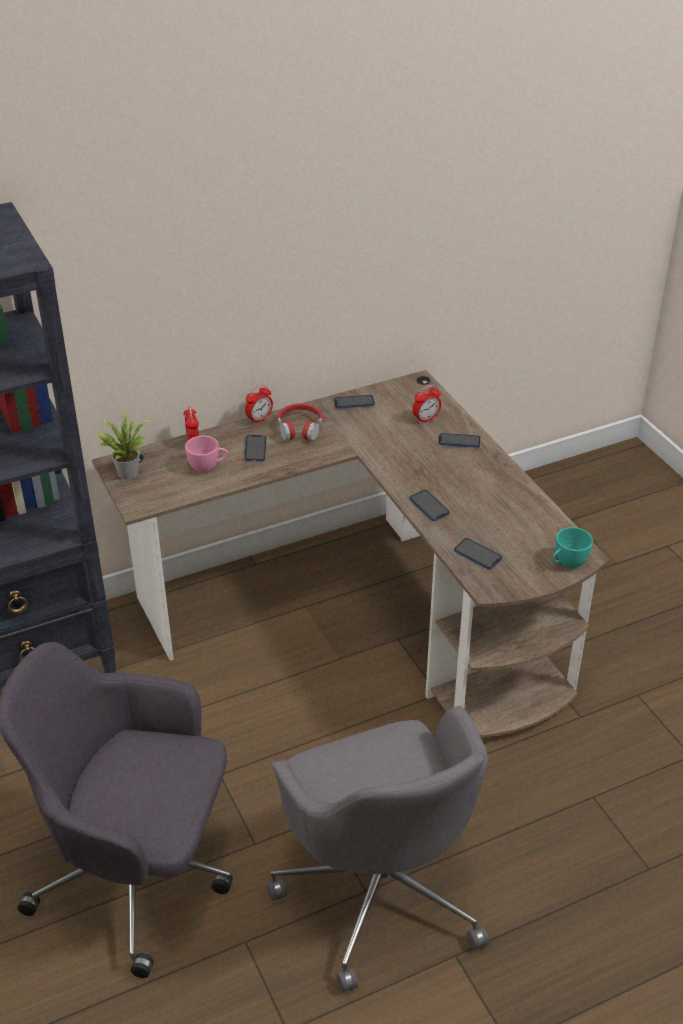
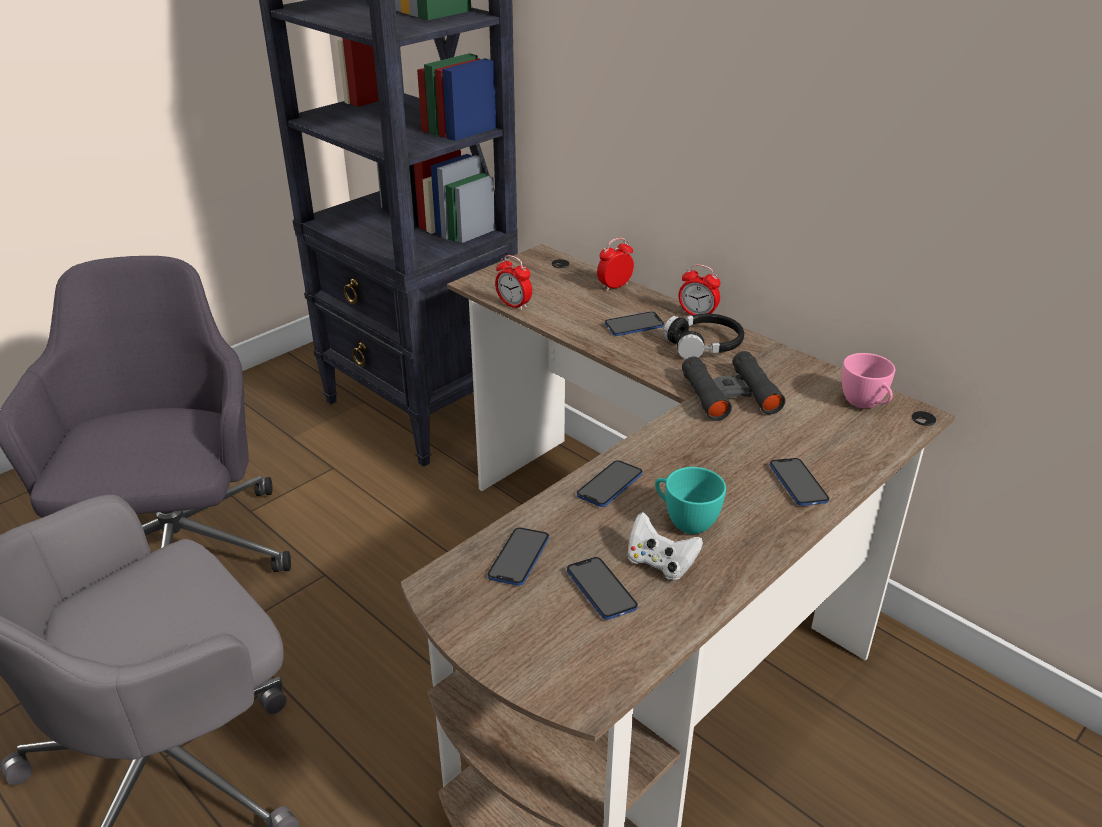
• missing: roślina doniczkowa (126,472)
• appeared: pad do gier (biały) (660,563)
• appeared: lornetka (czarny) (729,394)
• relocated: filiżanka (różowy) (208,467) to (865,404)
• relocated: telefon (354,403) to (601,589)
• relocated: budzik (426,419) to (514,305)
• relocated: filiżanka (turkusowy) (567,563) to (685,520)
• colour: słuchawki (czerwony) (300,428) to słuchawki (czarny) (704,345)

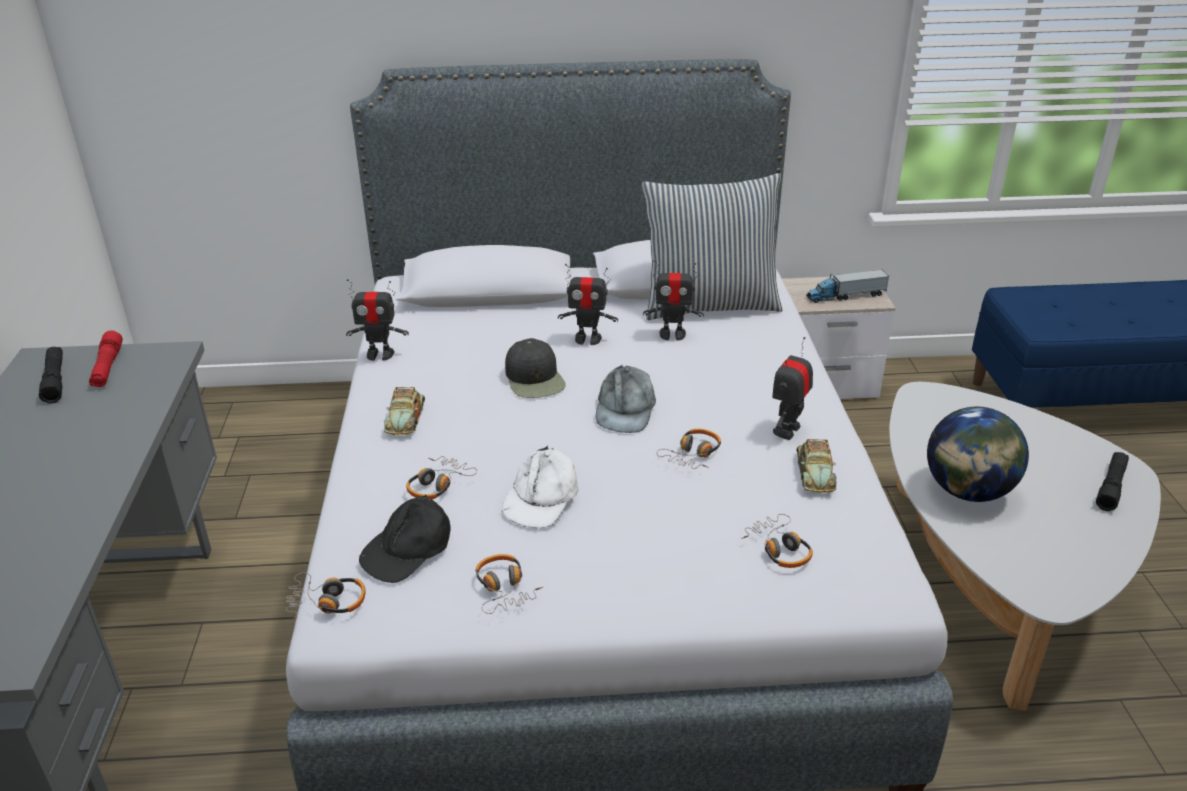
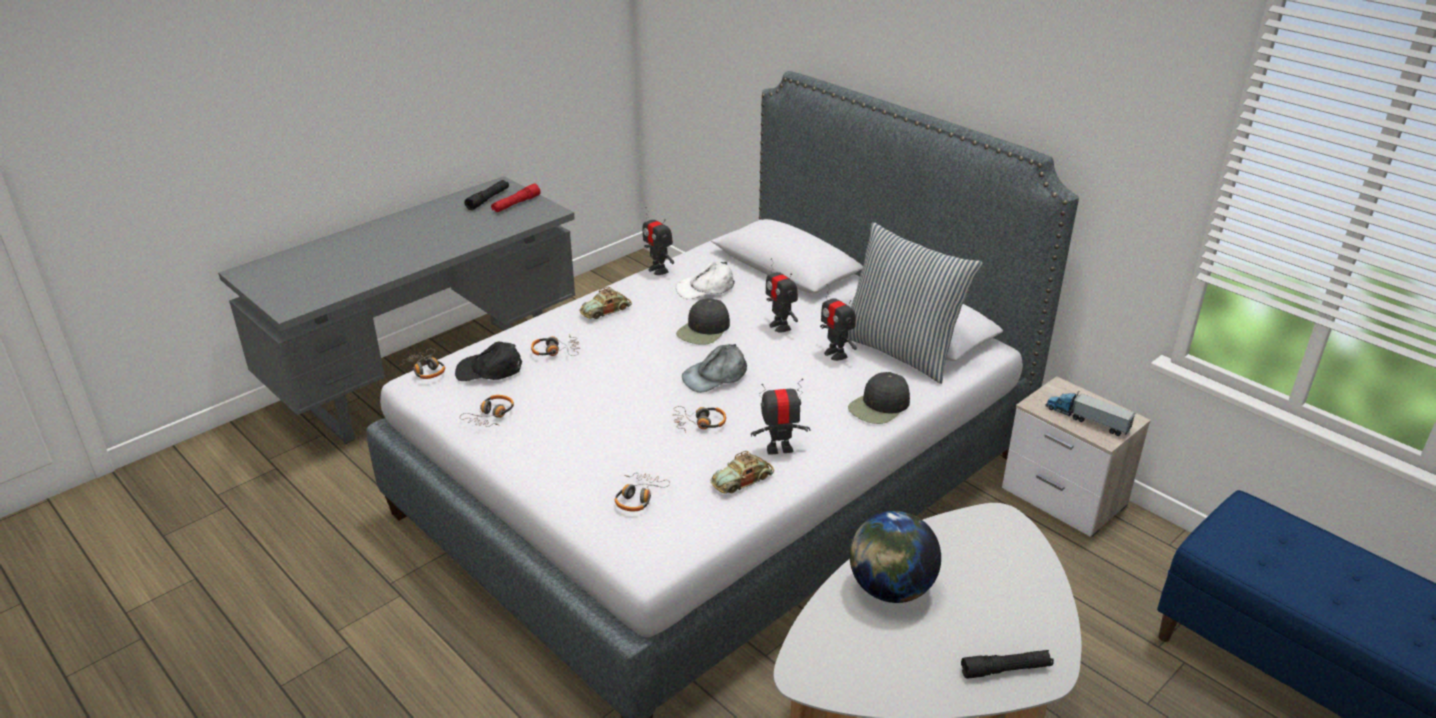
• appeared: czapka z daszkiem (czarny) (879,406)
• relocated: czapka z daszkiem (biały) (541,497) to (705,288)

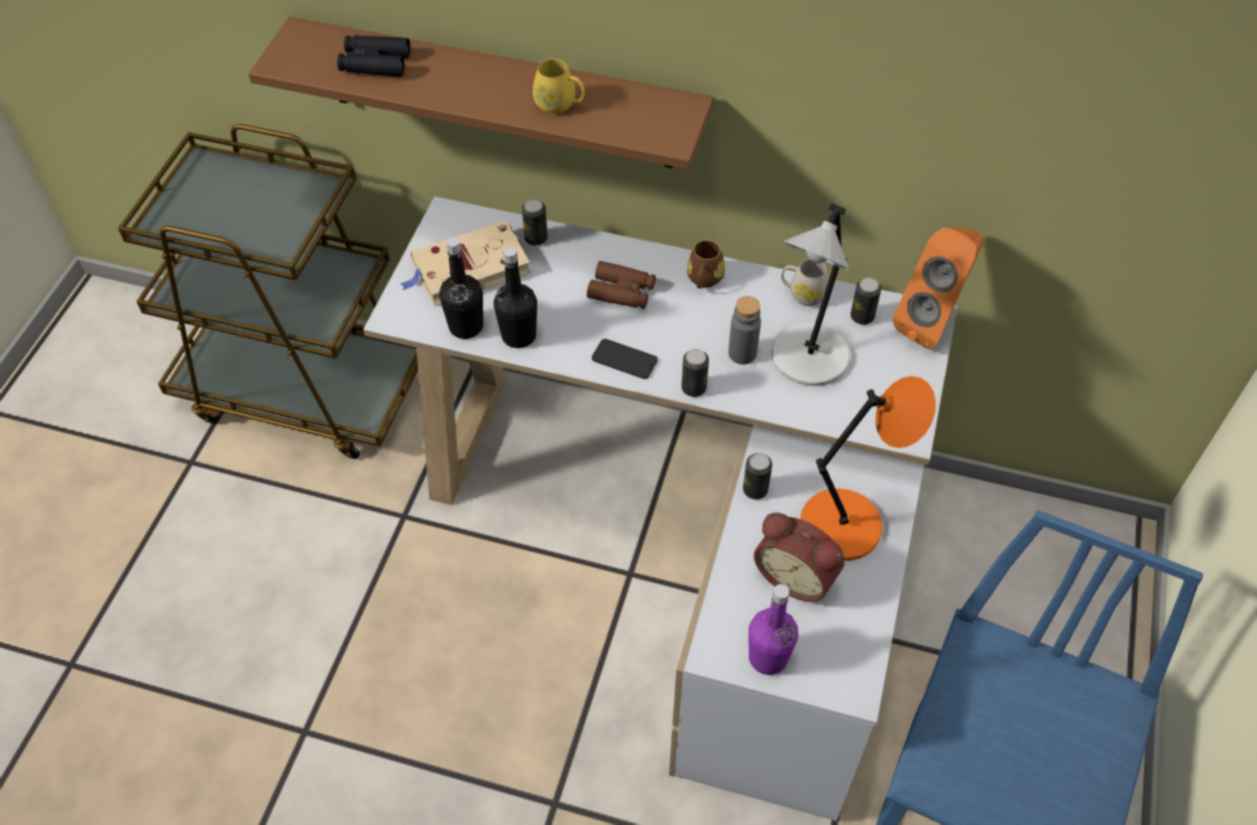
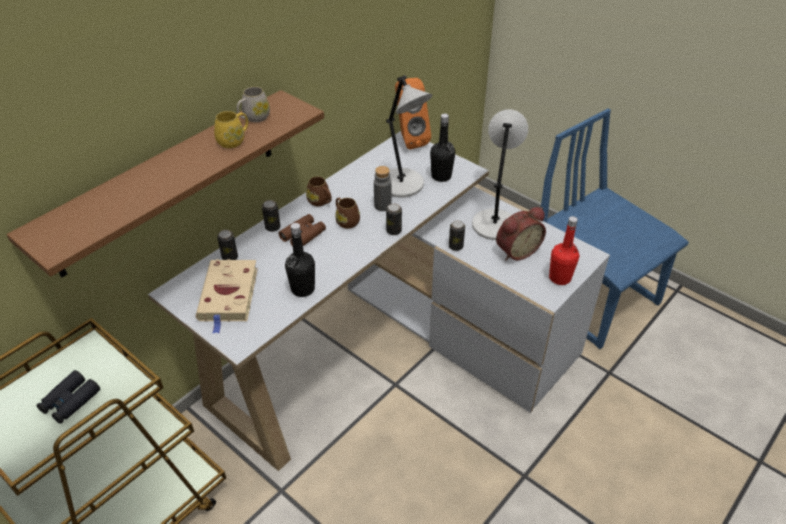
• missing: telefon (624,359)
• appeared: kubek (brązowy) (346,221)
• relocated: lornetka (czarny) (375,63) to (70,401)
• relocated: butelka (czarny) (466,326) to (441,176)
• relocated: kubek (biały) (803,294) to (253,118)
• relocated: puszka (862,316) to (272,227)
• colour: butelka (fioletowy) (768,658) to butelka (czerwony) (560,278)
• colour: lampa stołowa (pomarańczowy) (845,524) to lampa stołowa (szary) (494,223)

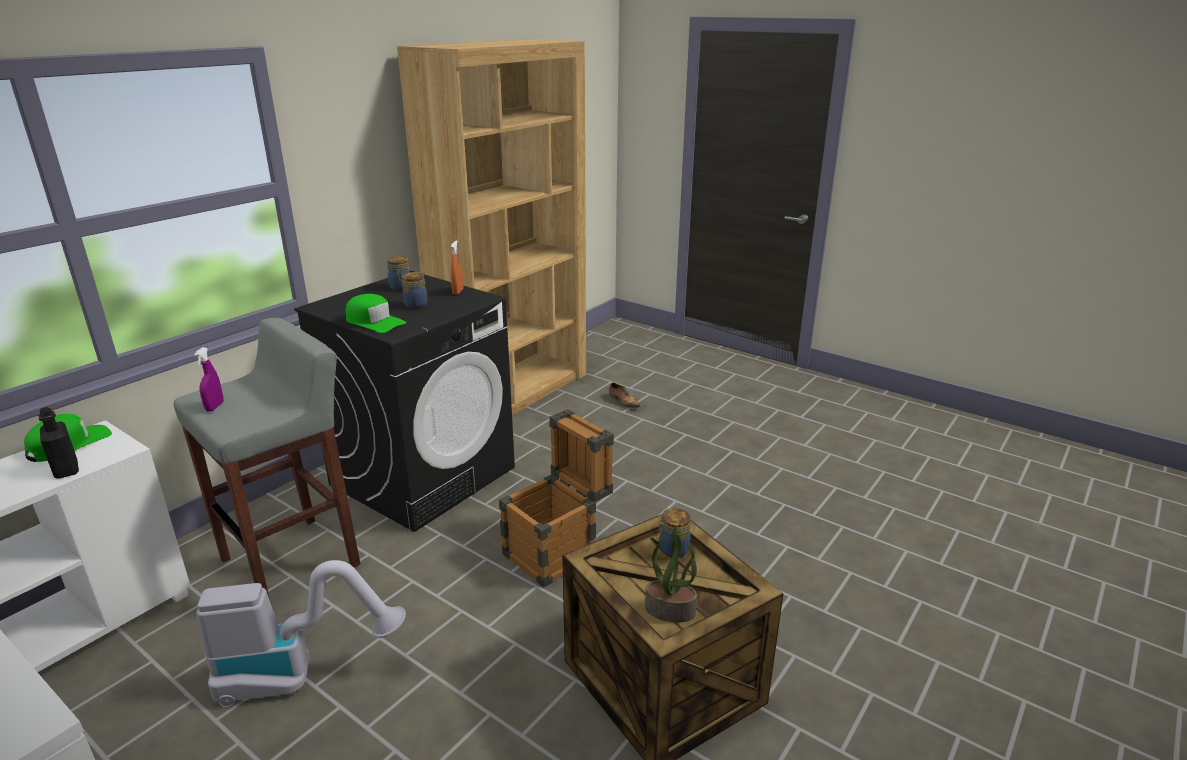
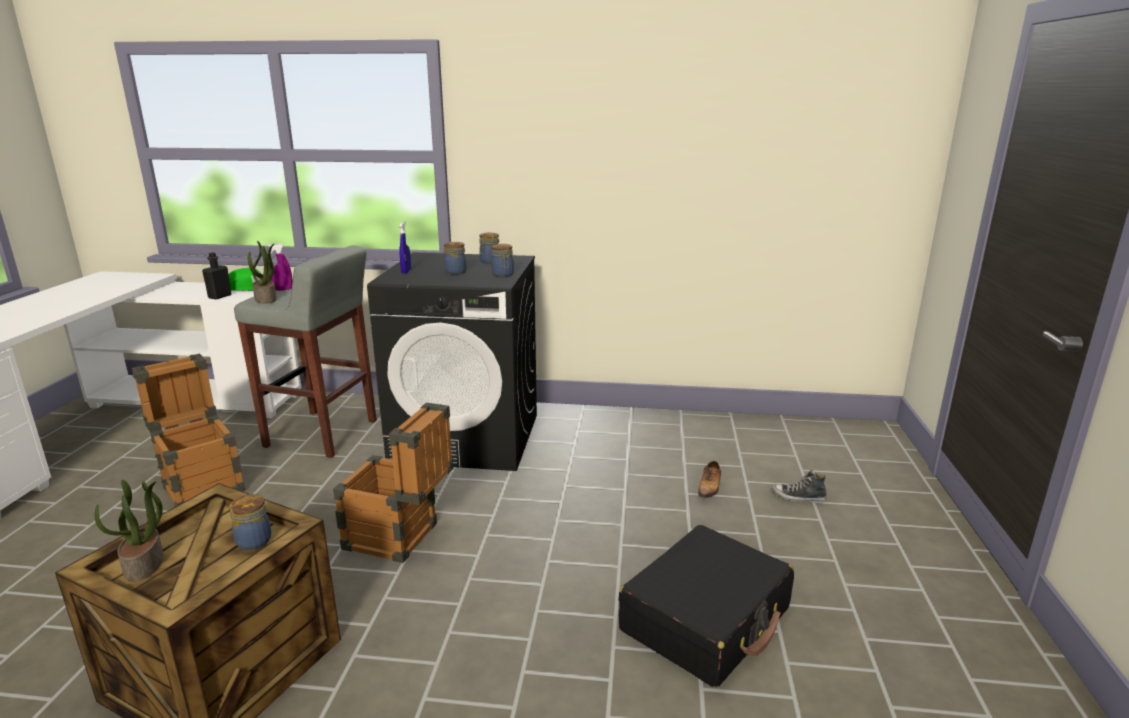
• missing: regał (brązowy) (514,392)
• appeared: roślina doniczkowa (266,299)
• appeared: walizka (czarny) (706,619)
• appeared: but (798,497)
• exchanged: odkurzacz (299,675) to skrzynka (201,484)
• exchanged: czapka z daszkiem (zielony) (374,322) to spryskiwacz (niebieski) (406,271)
• exchanged: spryskiwacz (pomarańczowy) (458,291) to słoik (503,275)

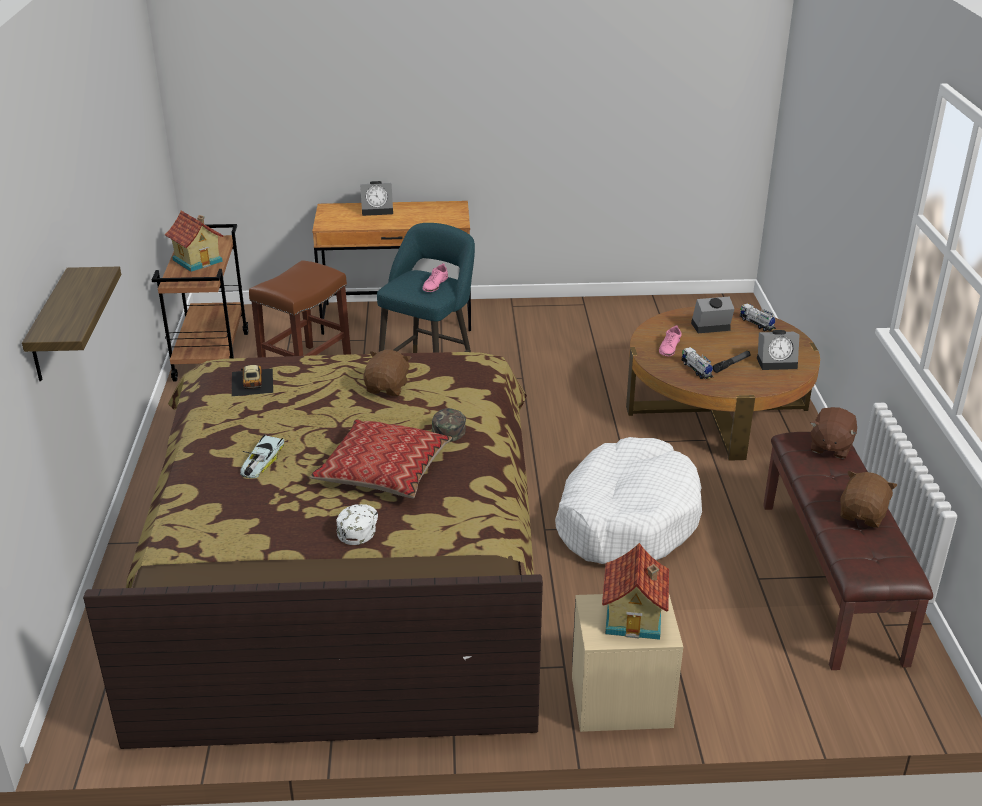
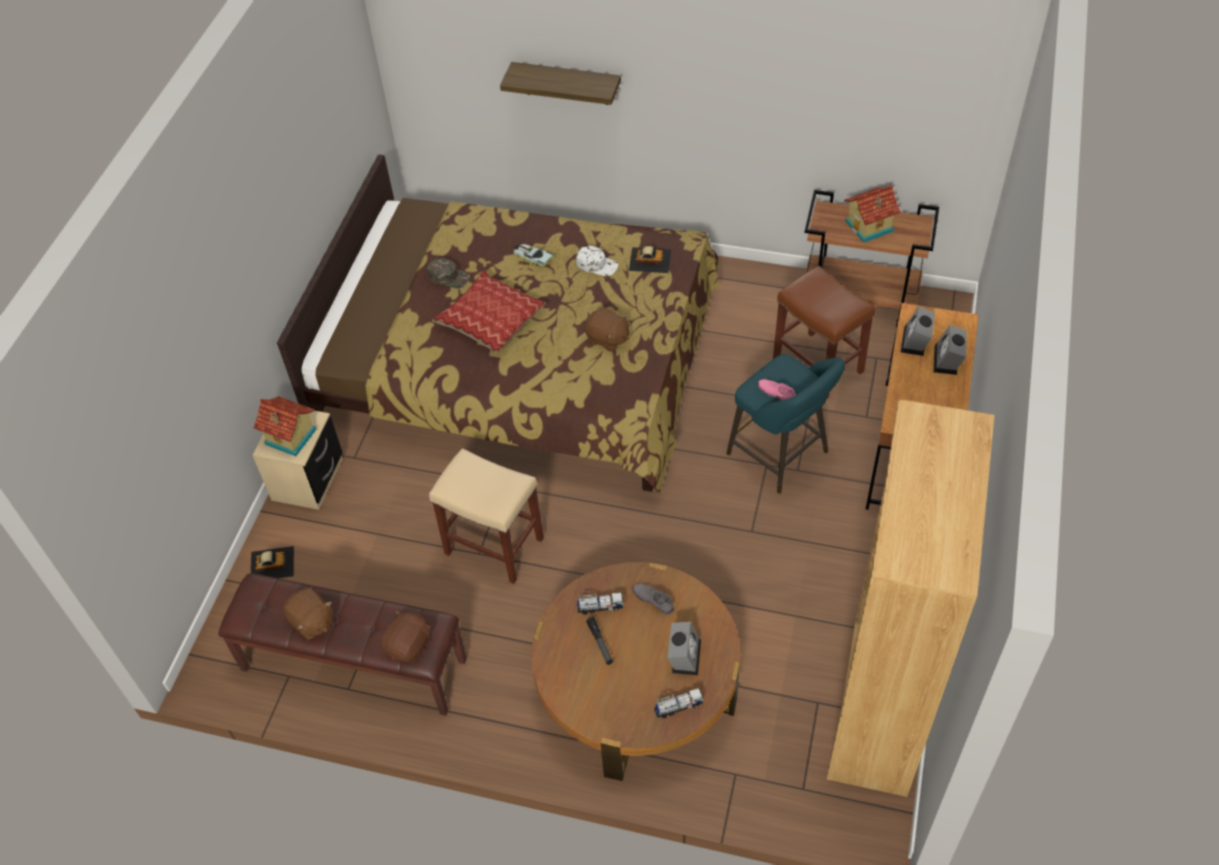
• appeared: samochodzik (272,563)
• appeared: regał (brązowy) (877,708)
• relocated: czapka z daszkiem (biały) (357,526) to (597,264)
• relocated: czapka z daszkiem (zielony) (448,427) to (449,277)
• relocated: budzik (777,362) to (915,342)
• exchanged: legowisko (biały) (626,519) to stołek (beżowy) (493,546)
• colour: but (różowy) (669,347) to but (szary) (653,600)
• spun: pluszak (brązowy) (830,447) = (409,645) 75 degrees clockwise

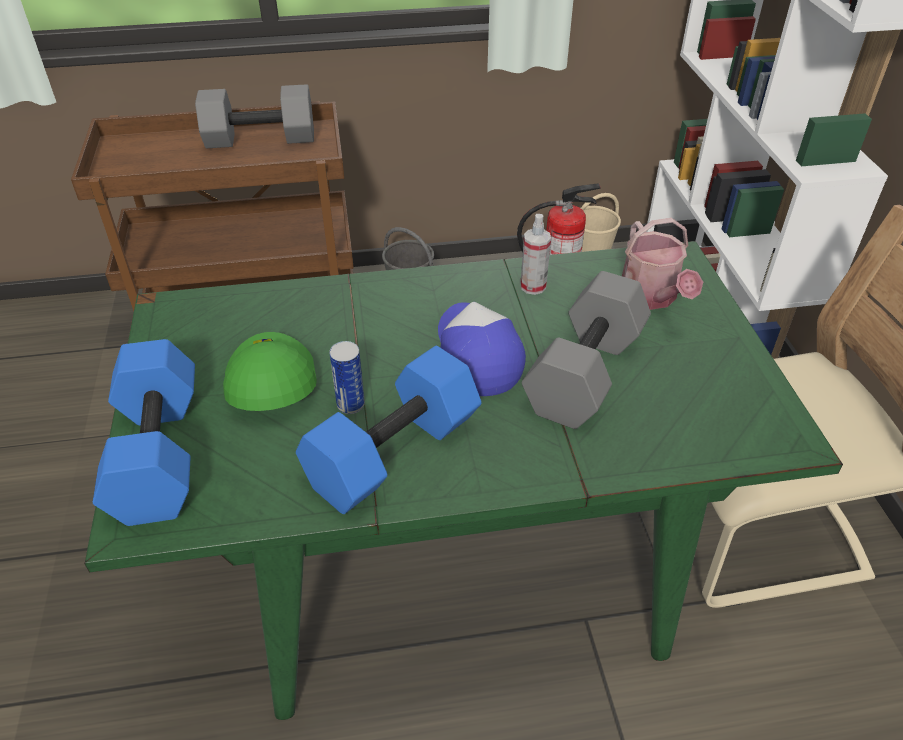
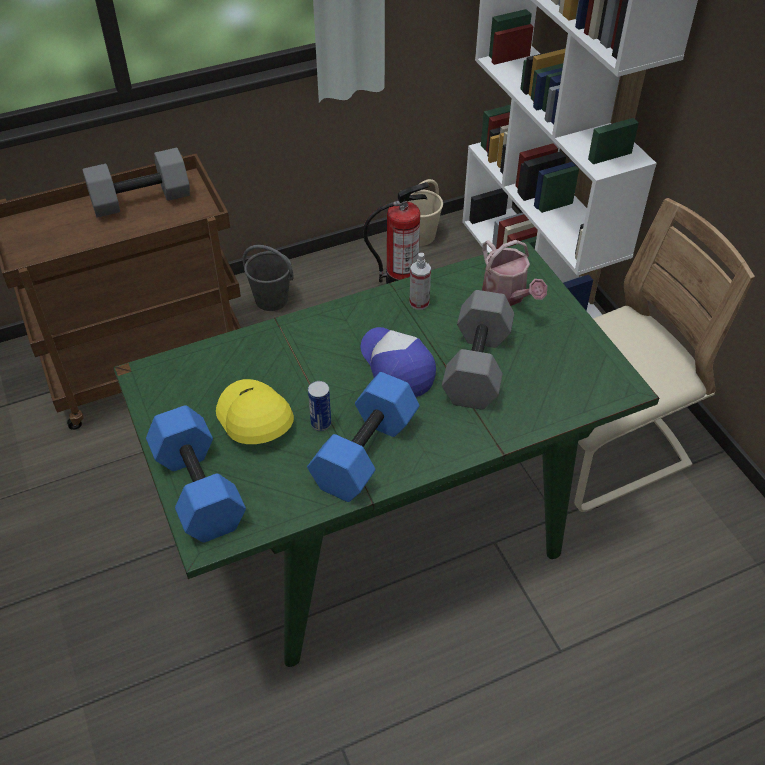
• colour: czapka z daszkiem (zielony) (269,382) to czapka z daszkiem (żółty) (253,419)

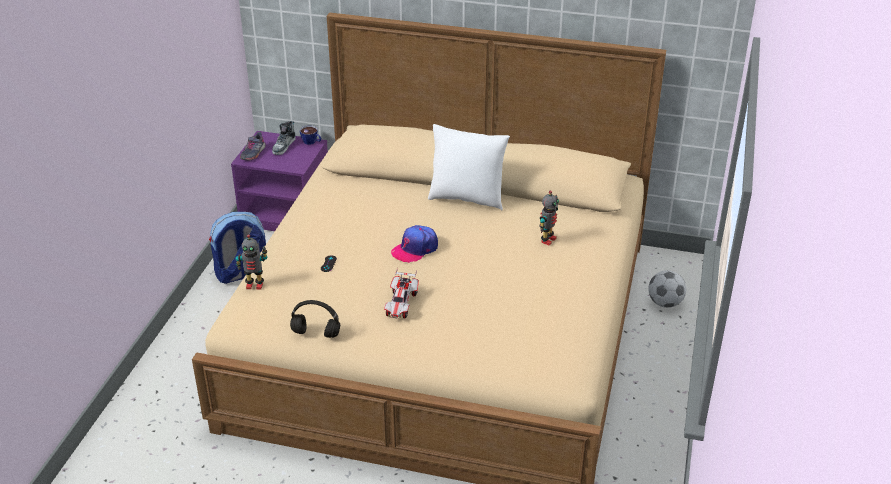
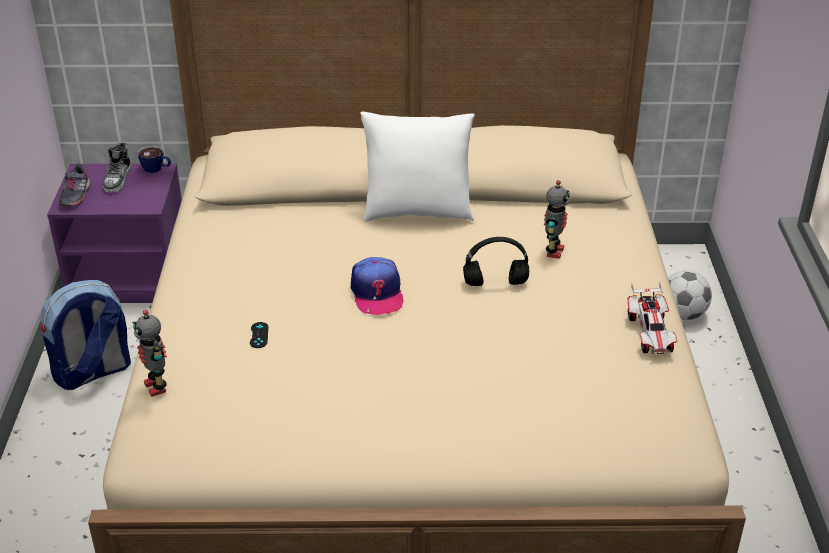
• relocated: słuchawki (czarny) (315,333) to (494,283)
• relocated: samochodzik (401,304) to (650,334)
• spun: robot zabawkowy (254,285) = (157,386) 75 degrees clockwise
• spun: czapka z daszkiem (415,249) = (377,293) 45 degrees counterclockwise

